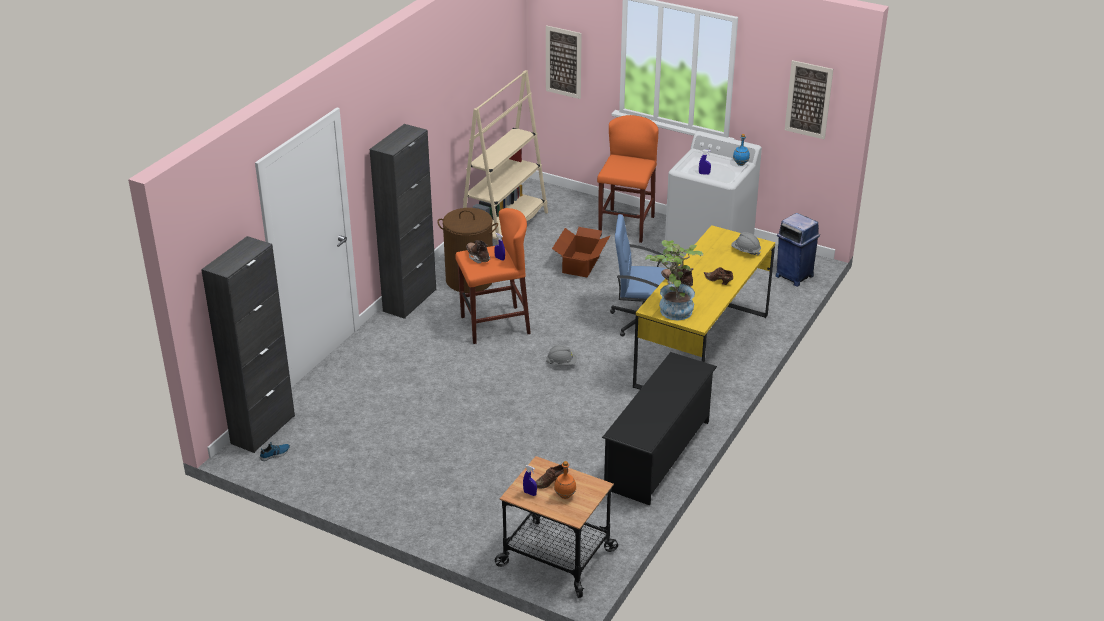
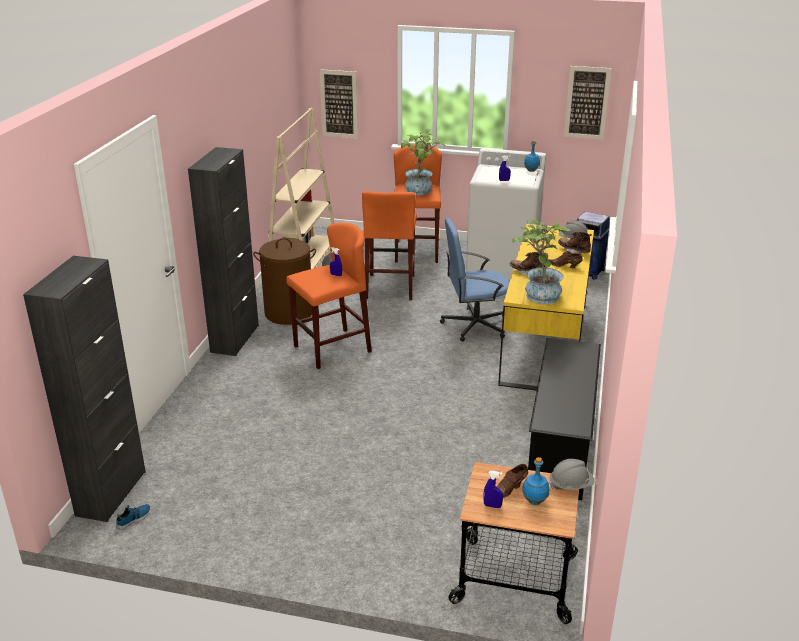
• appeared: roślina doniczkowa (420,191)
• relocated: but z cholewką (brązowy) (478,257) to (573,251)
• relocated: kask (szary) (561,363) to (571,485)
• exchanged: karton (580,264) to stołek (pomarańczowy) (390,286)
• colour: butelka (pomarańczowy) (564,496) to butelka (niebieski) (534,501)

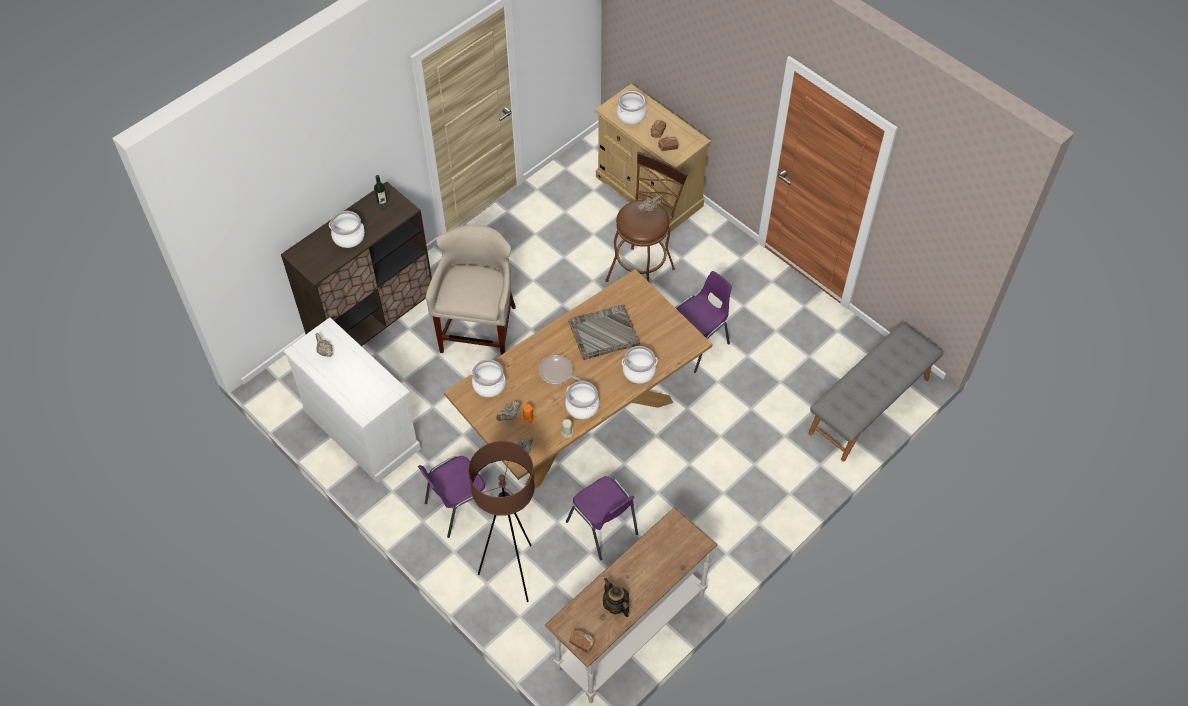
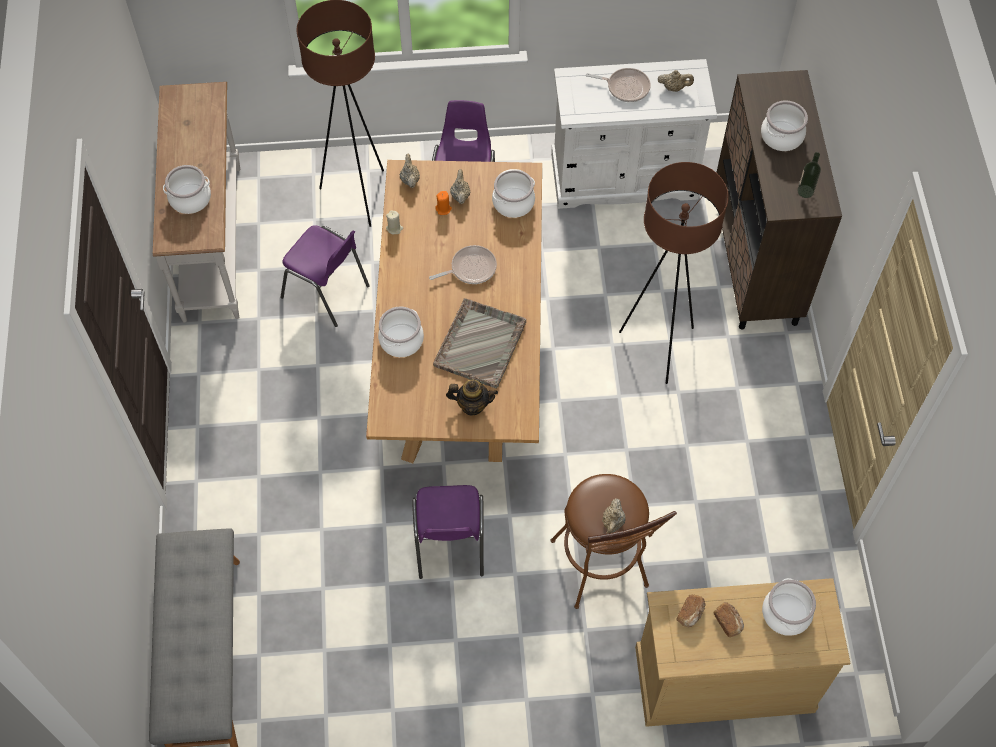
• missing: chleb (582,642)
• appeared: patelnia (625,87)
• relocated: garnek (582,407) to (190,198)
• relocated: imbryk (615,605) to (472,405)
• exchanged: stołek (beżowy) (479,331) to lampa stojąca (brązowy) (658,346)
• spun: krzesło (fioletowy) (603,529) = (327,292) 150 degrees counterclockwise

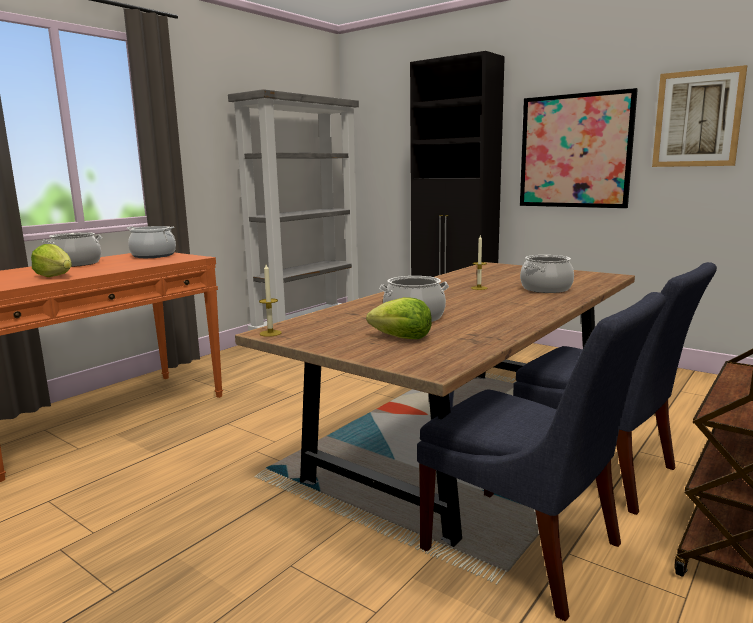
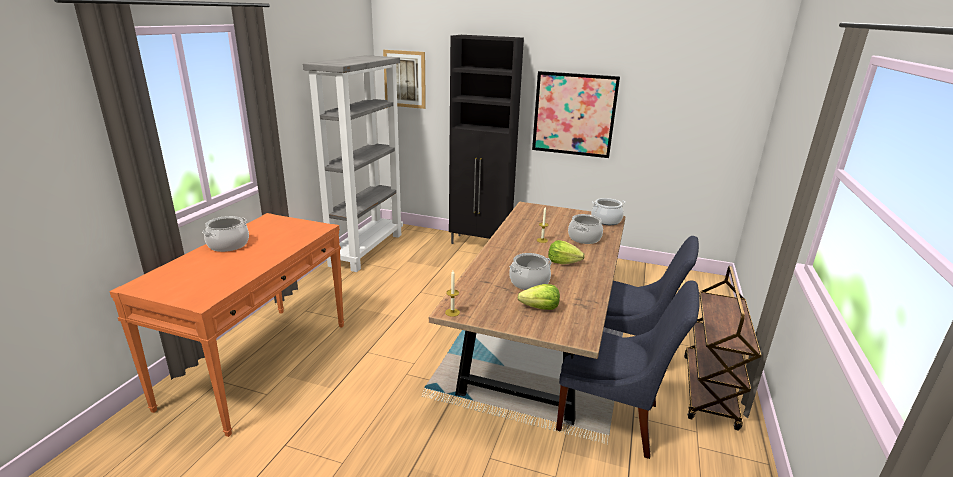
• relocated: sałata (55,276) to (563,262)
• relocated: garnek (153,255) to (606,220)
• relocated: obraz (697,119) to (405,79)

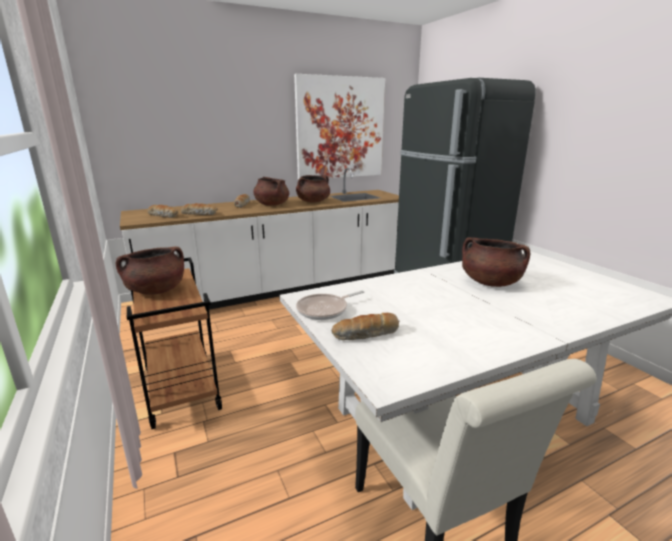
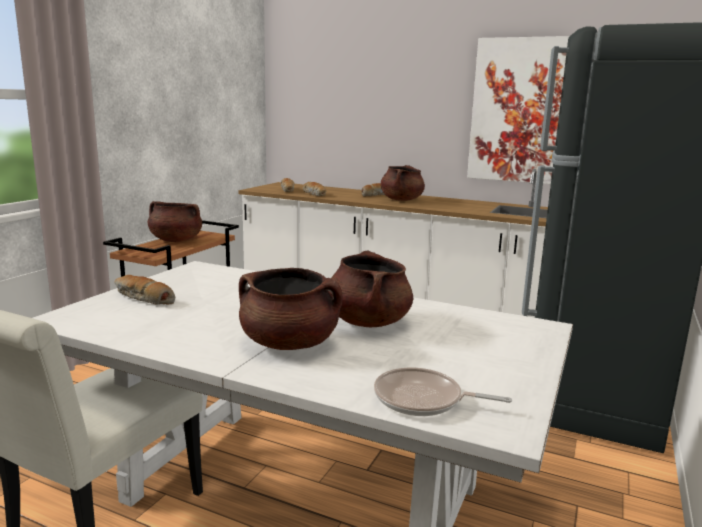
• relocated: garnek (brązowy) (313,201) to (289,343)
• relocated: patelnia (325,310) to (423,400)

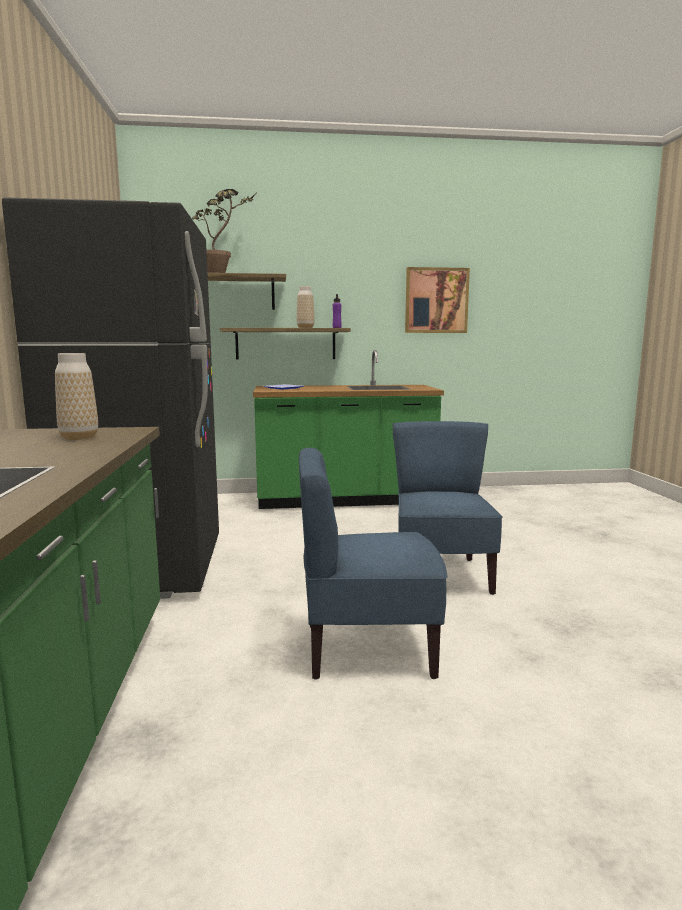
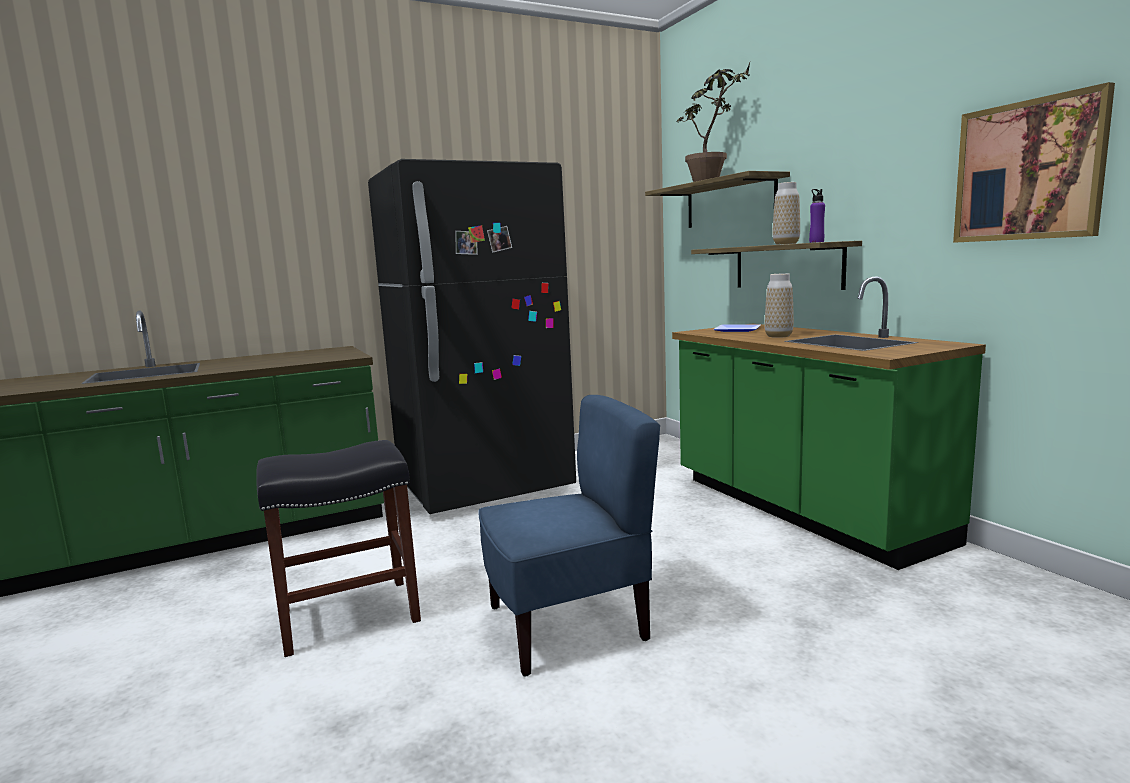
• relocated: wazon (79,437) to (778,336)
• exchanged: krzesło (niebieski) (367,648) to stołek (czarny) (351,614)

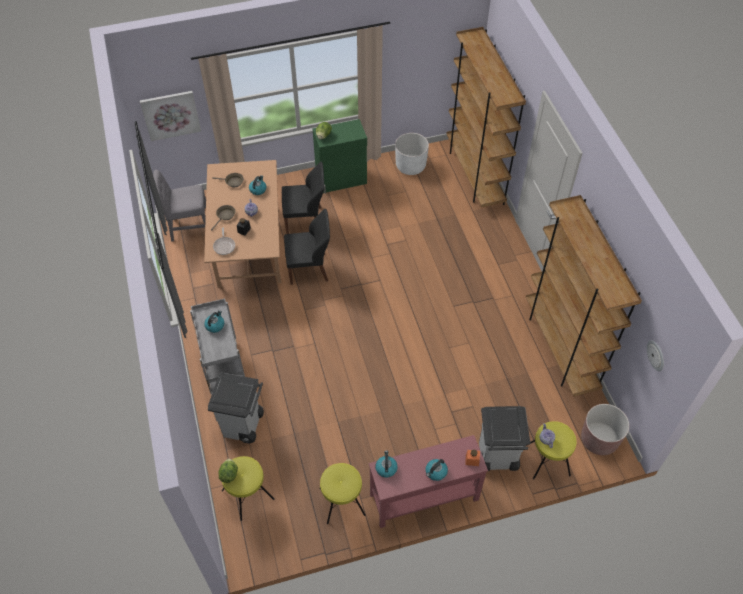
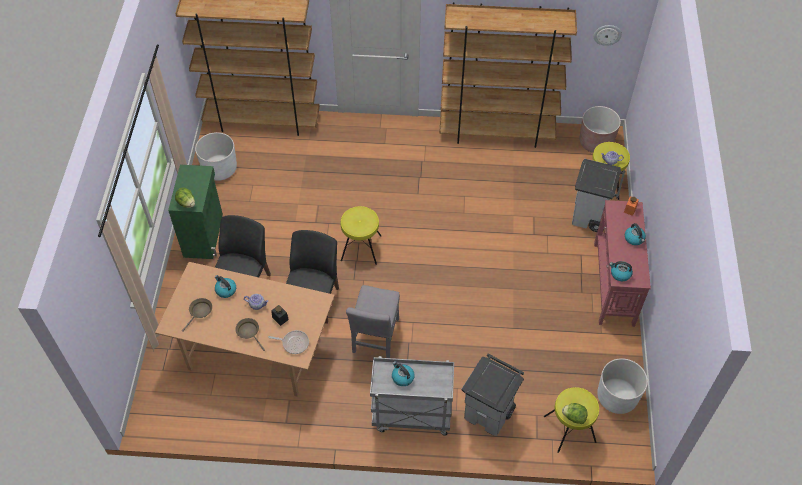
• missing: obraz (171,115)
• appeared: donica (biały) (617,397)
• relocated: krzesło (szary) (188,228) to (375,338)
• relocated: stołek (żółty) (342,501) to (361,248)

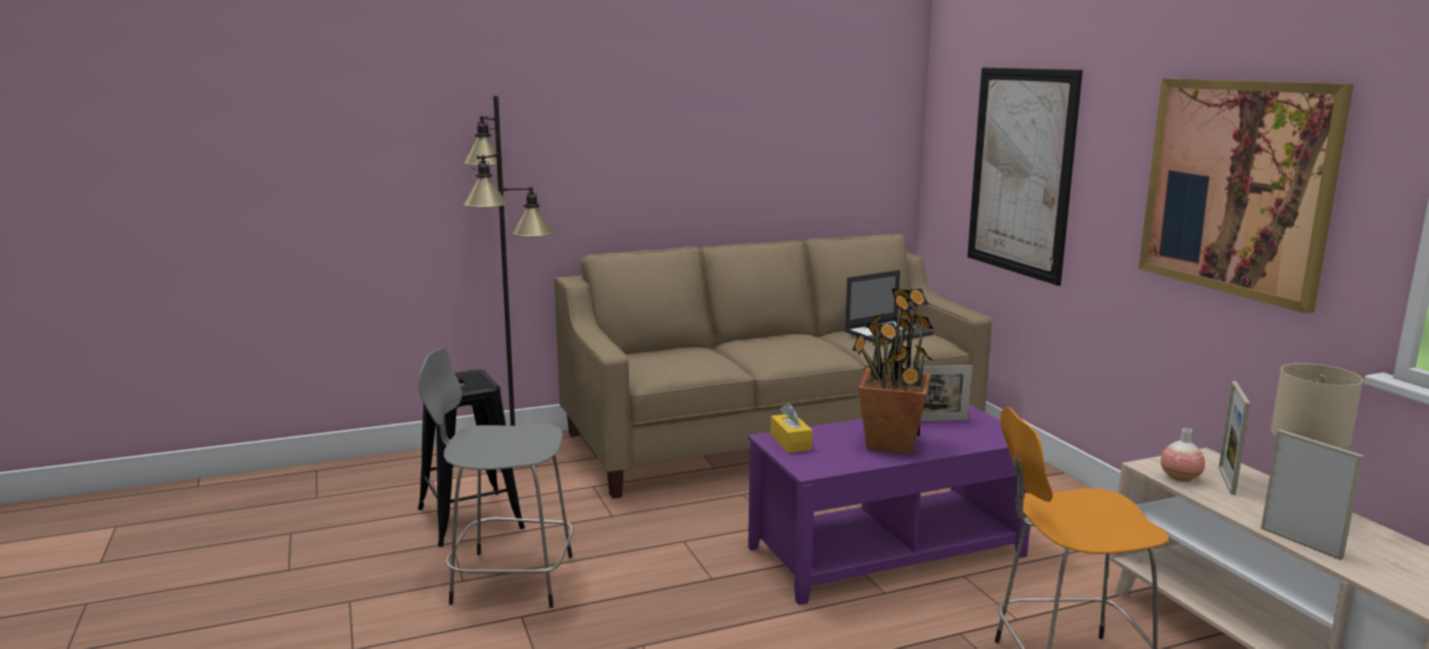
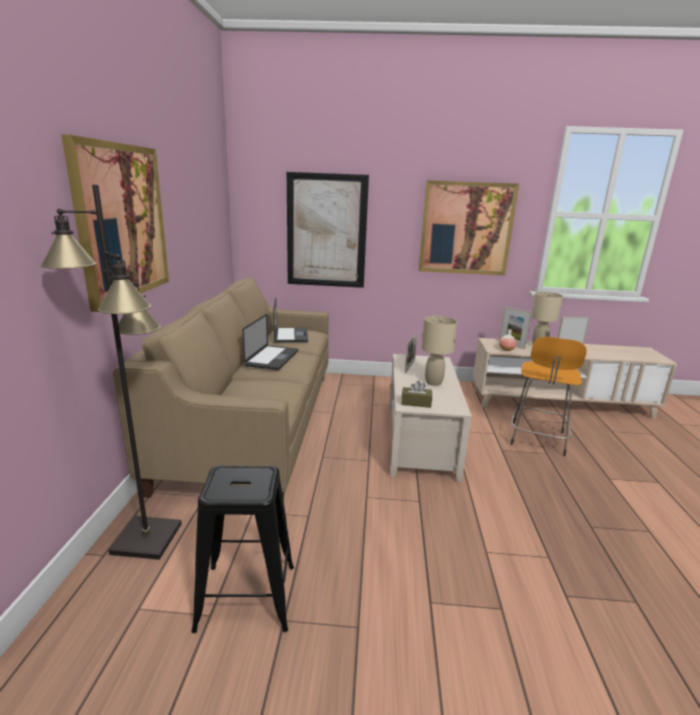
• missing: stołek (szary) (508,579)
• appeared: obraz (122,222)
• appeared: laptop (272,358)
• exchanged: roślina doniczkowa (890,443) to lampa stołowa (beżowy) (433,382)
• colour: ława (fioletowy) (886,551) to ława (beżowy) (420,439)
• colour: pudełko chusteczek (żółty) (790,442) to pudełko chusteczek (brązowy) (416,403)

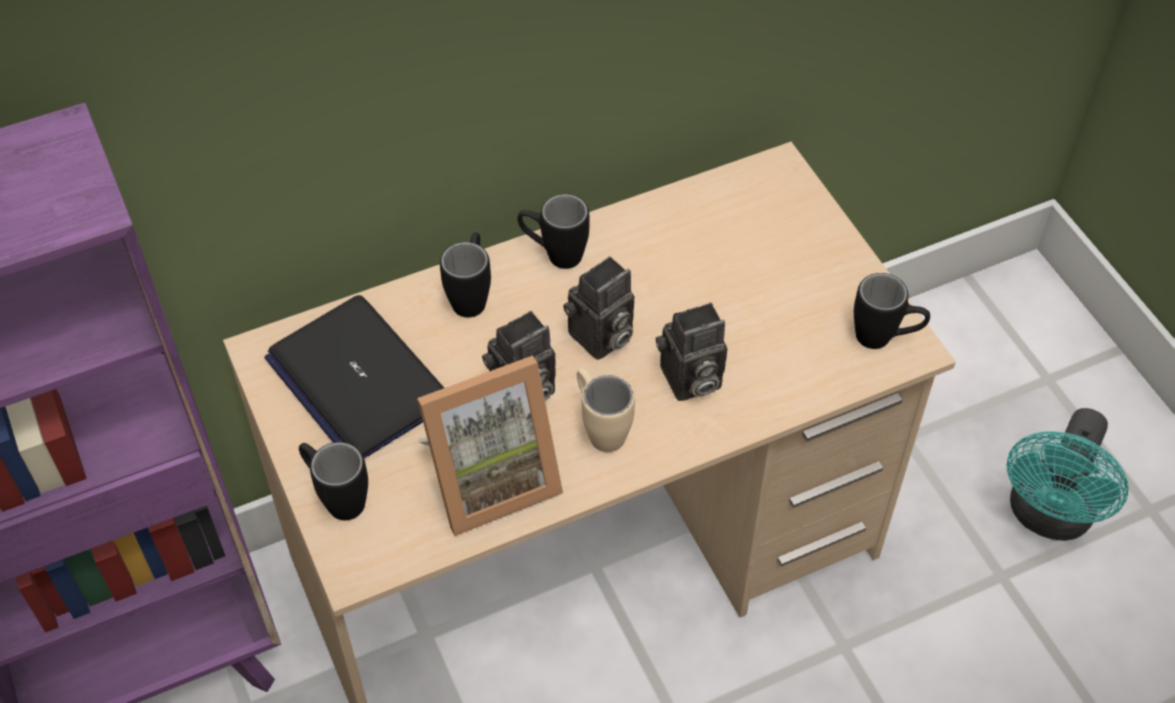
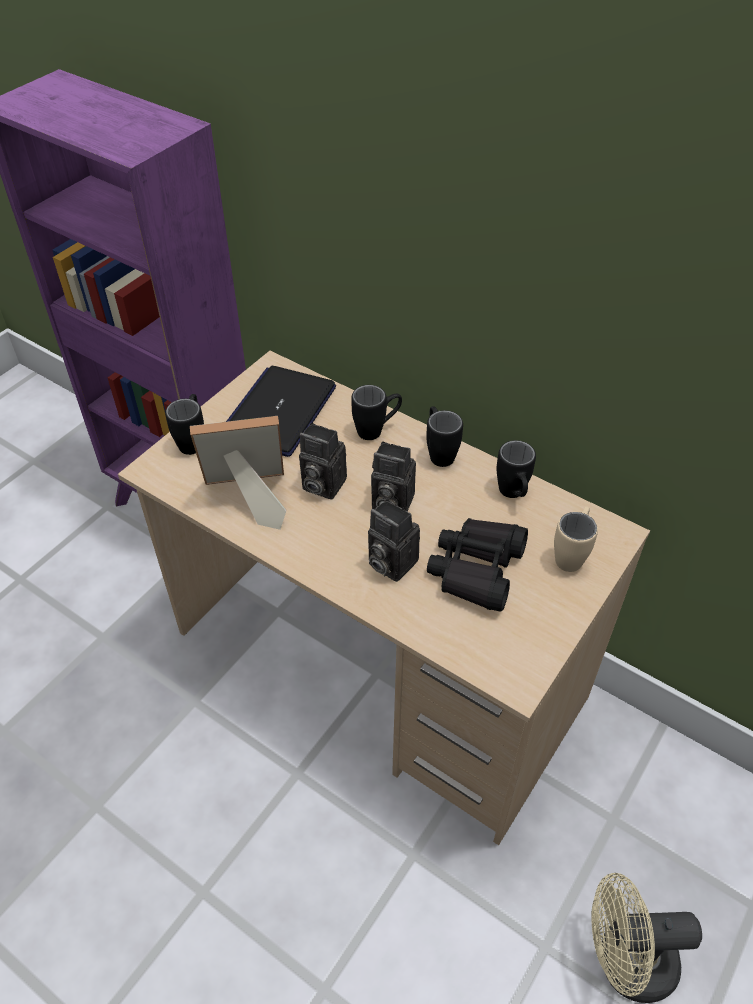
• appeared: lornetka (czarny) (476,569)
• relocated: kubek (beżowy) (600,428) to (571,554)
• relocated: kubek (czarny) (884,339) to (513,495)
• colour: wentylator (turkusowy) (1048,517) to wentylator (beżowy) (624,962)
• spun: ramka na zdjęcie (489,478) = (247,498) 135 degrees clockwise

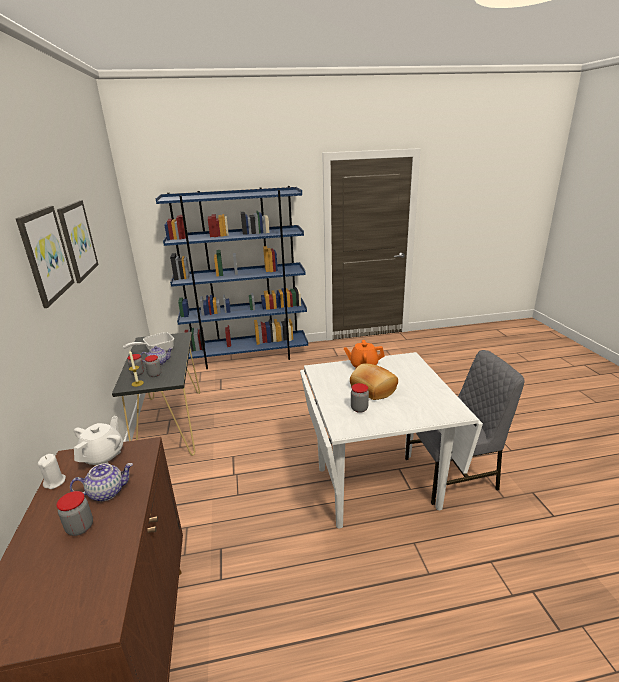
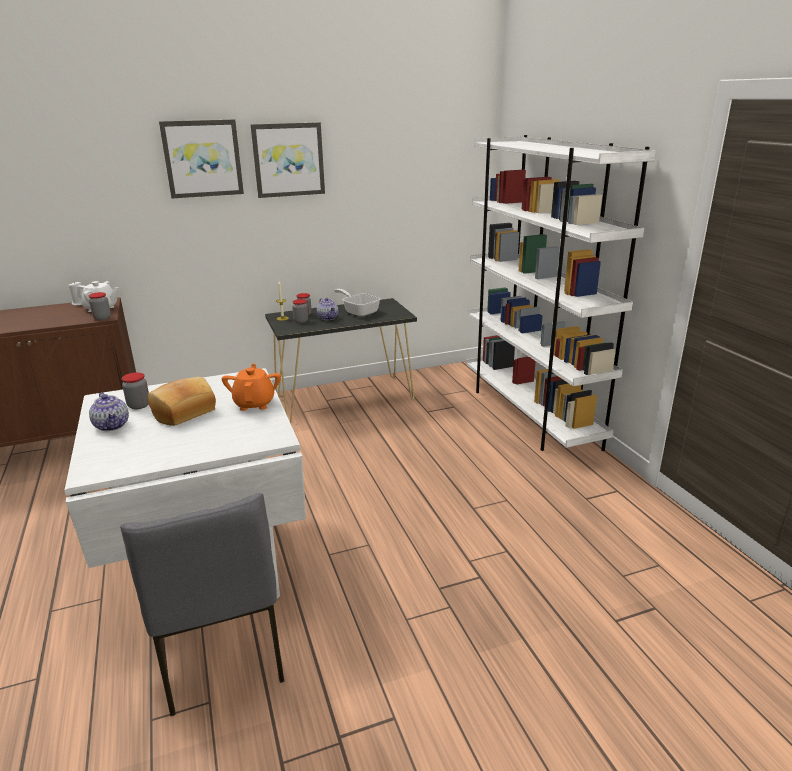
• relocated: słoik (80,527) to (102,318)
• relocated: imbryk (107,492) to (112,425)
• colour: regał (niebieski) (248,356) to regał (biały) (529,414)

